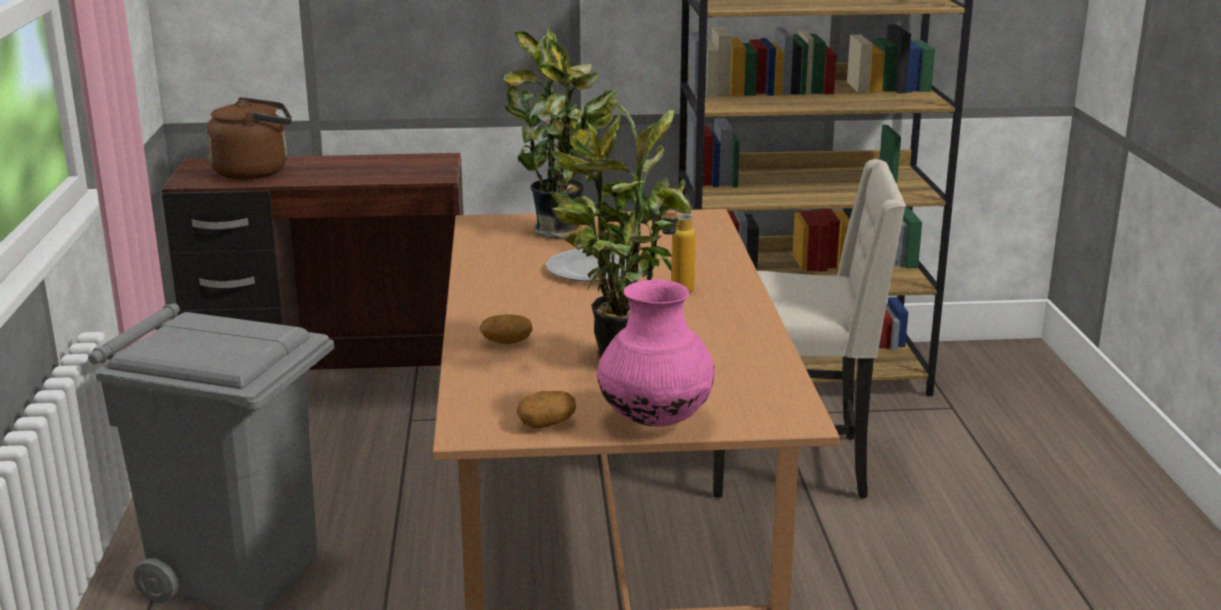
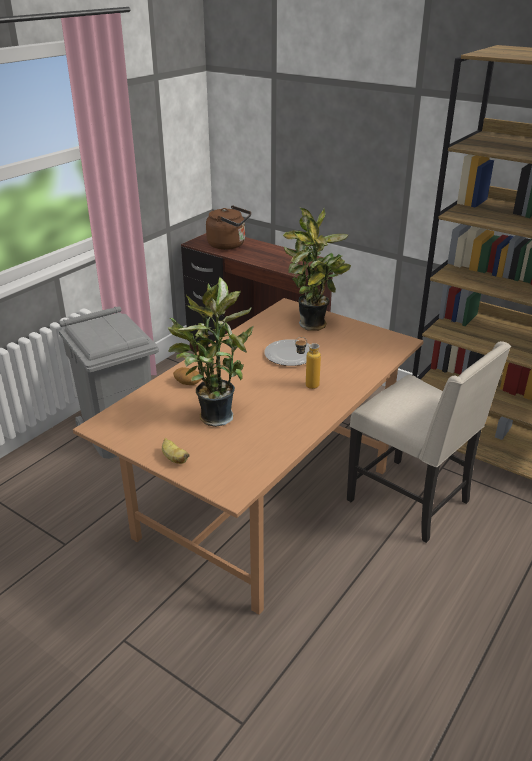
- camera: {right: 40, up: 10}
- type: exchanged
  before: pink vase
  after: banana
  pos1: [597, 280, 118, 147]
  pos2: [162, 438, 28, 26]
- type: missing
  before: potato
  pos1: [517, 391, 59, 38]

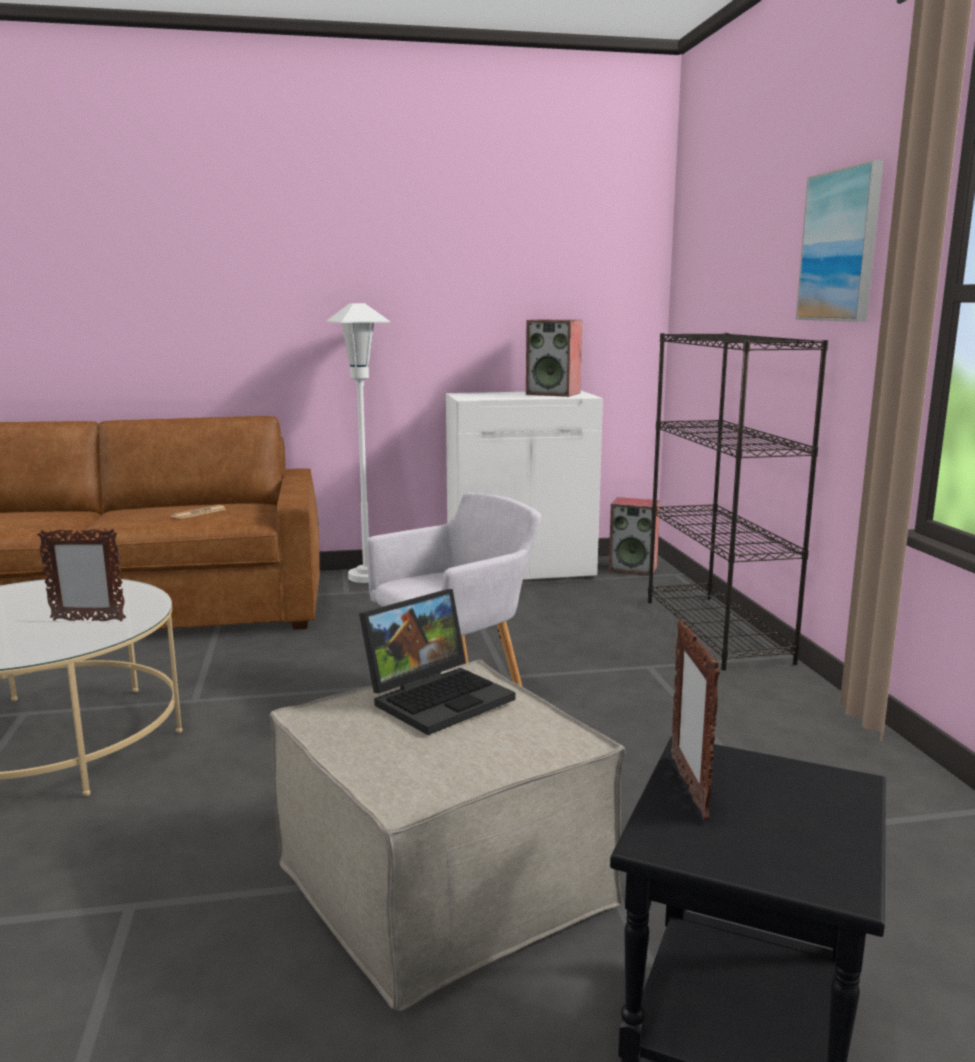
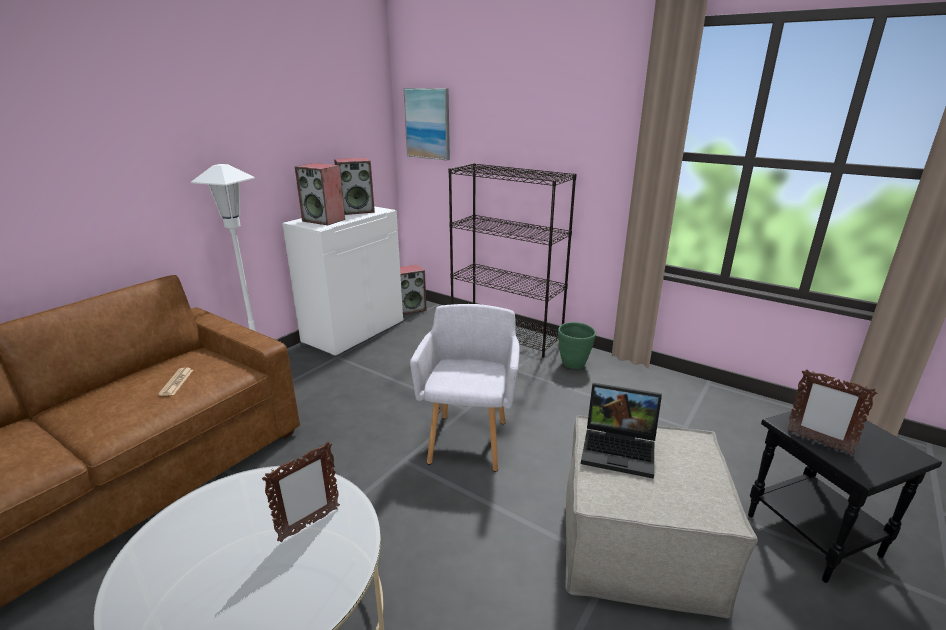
- camera: {right: -45, up: 10}
- type: relocated
  before: picture
  pos1: [796, 160, 87, 162]
  pos2: [403, 88, 47, 72]
- type: spun
  before: laptop
  pos1: [359, 589, 157, 146]
  pos2: [581, 383, 81, 96]
  turn: 105
- type: appeared
  after: speaker
  pos2: [295, 163, 50, 62]
- type: appeared
  after: green planter
  pos2: [558, 322, 38, 47]

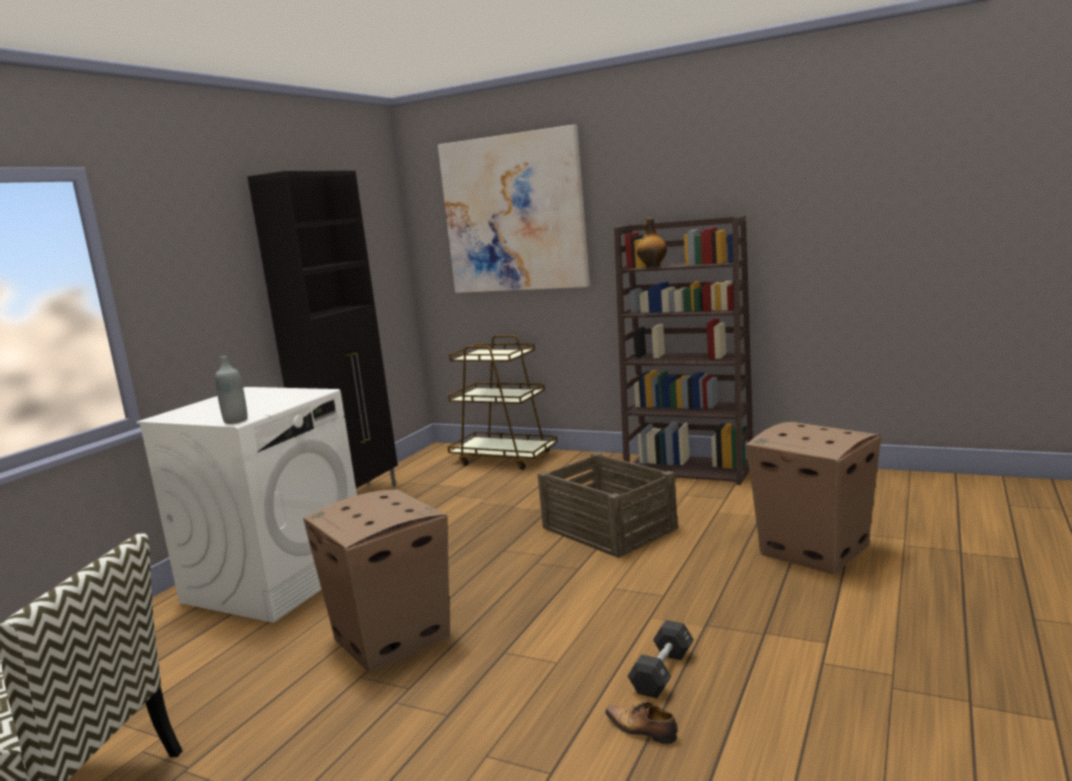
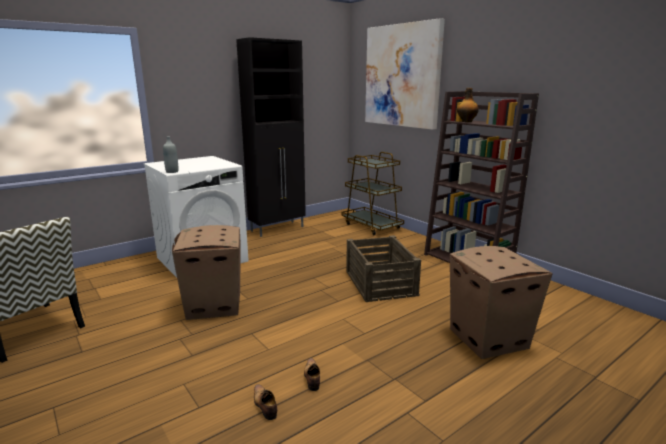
- camera: {right: 25, up: 5}
- type: exchanged
  before: black dumbbell
  after: shoe
  pos1: [628, 620, 66, 78]
  pos2: [304, 358, 16, 33]

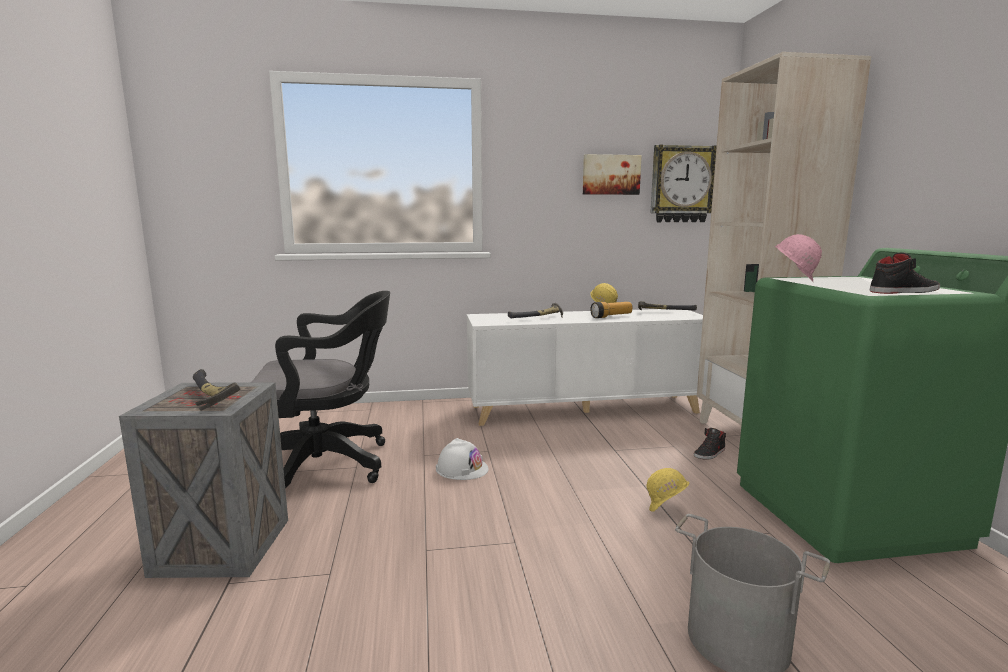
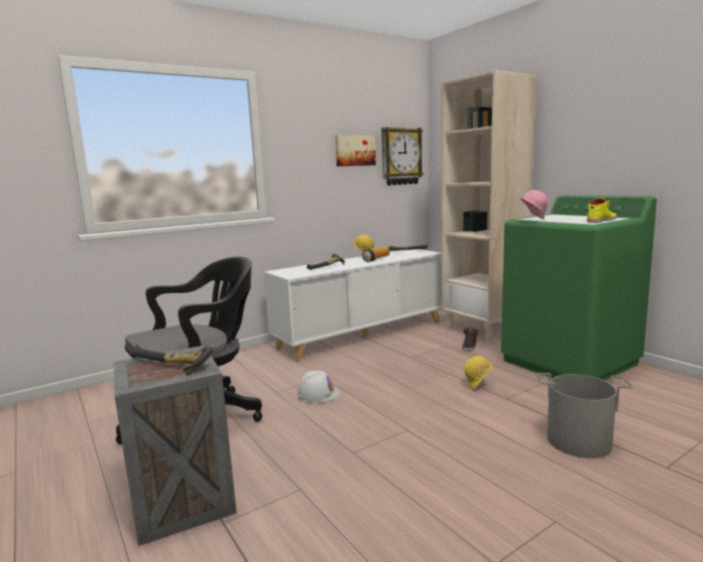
- camera: {right: -25, up: 0}
- type: colour
  before: black shoe
  after: yellow shoe
  pos1: [870, 252, 70, 42]
  pos2: [587, 198, 30, 25]

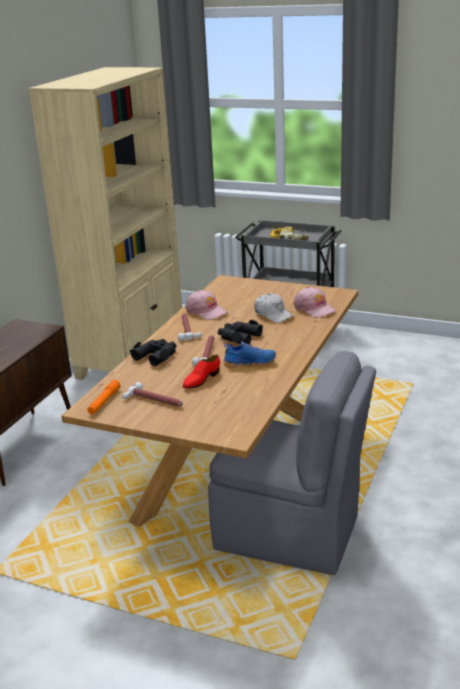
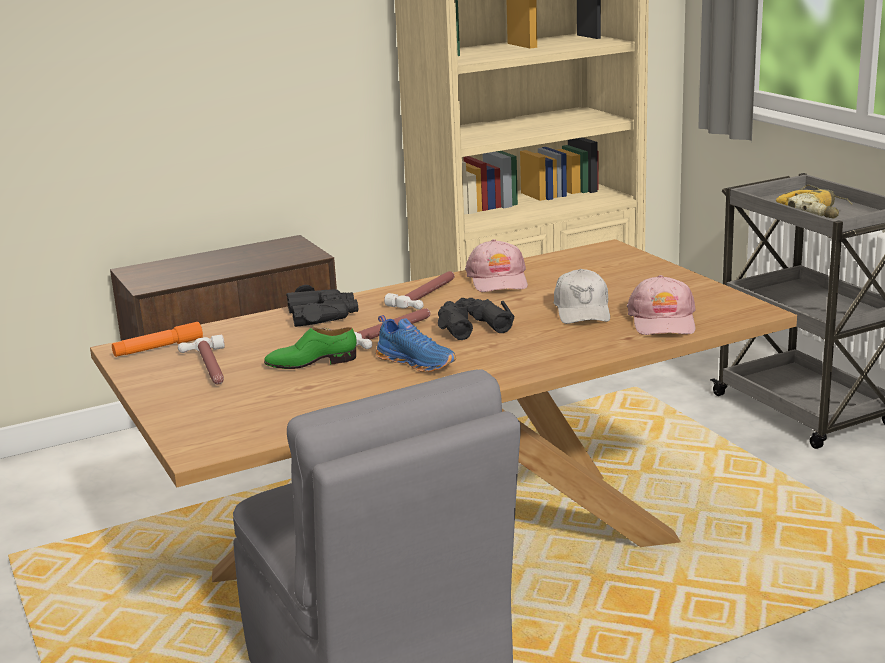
- camera: {right: 40, up: -5}
- type: colour
  before: red shoe
  after: green shoe
  pos1: [183, 355, 37, 34]
  pos2: [264, 327, 93, 42]

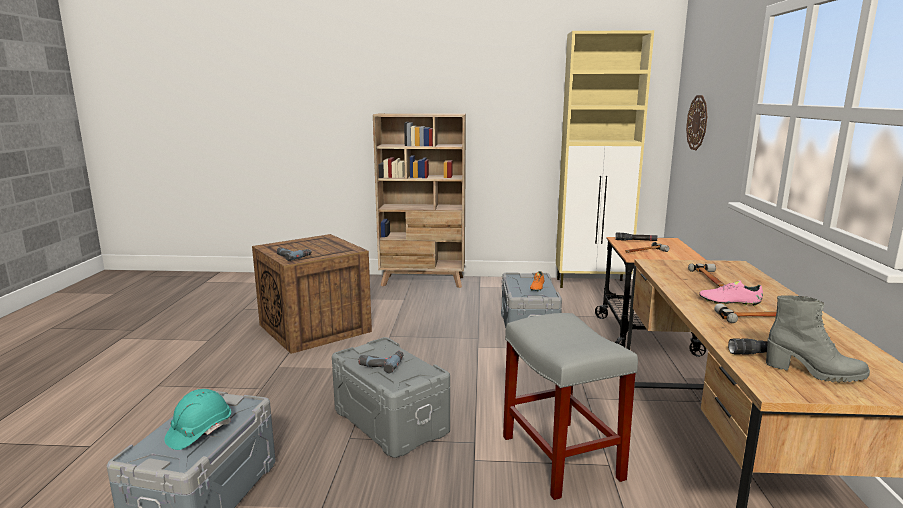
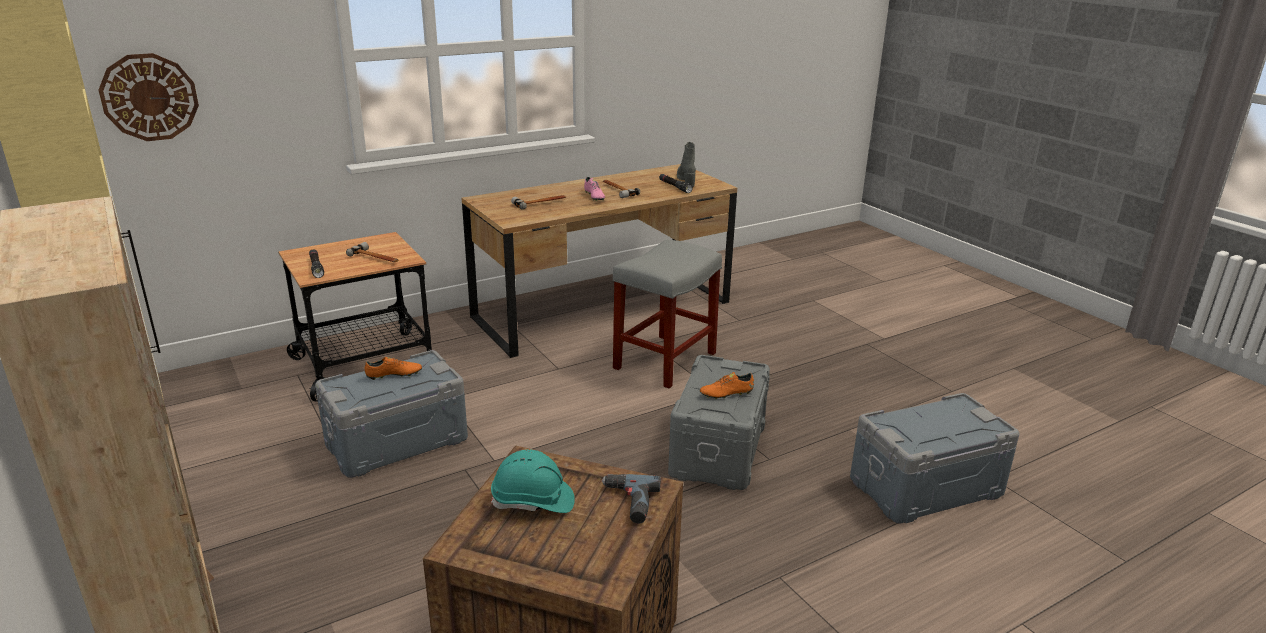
- camera: {right: -125, up: 10}
- type: exchanged
  before: power drill
  after: orange shoe
  pos1: [358, 351, 46, 22]
  pos2: [700, 372, 54, 27]
- type: relocated
  before: turquoise hard hat
  pos1: [164, 389, 67, 61]
  pos2: [491, 449, 84, 64]

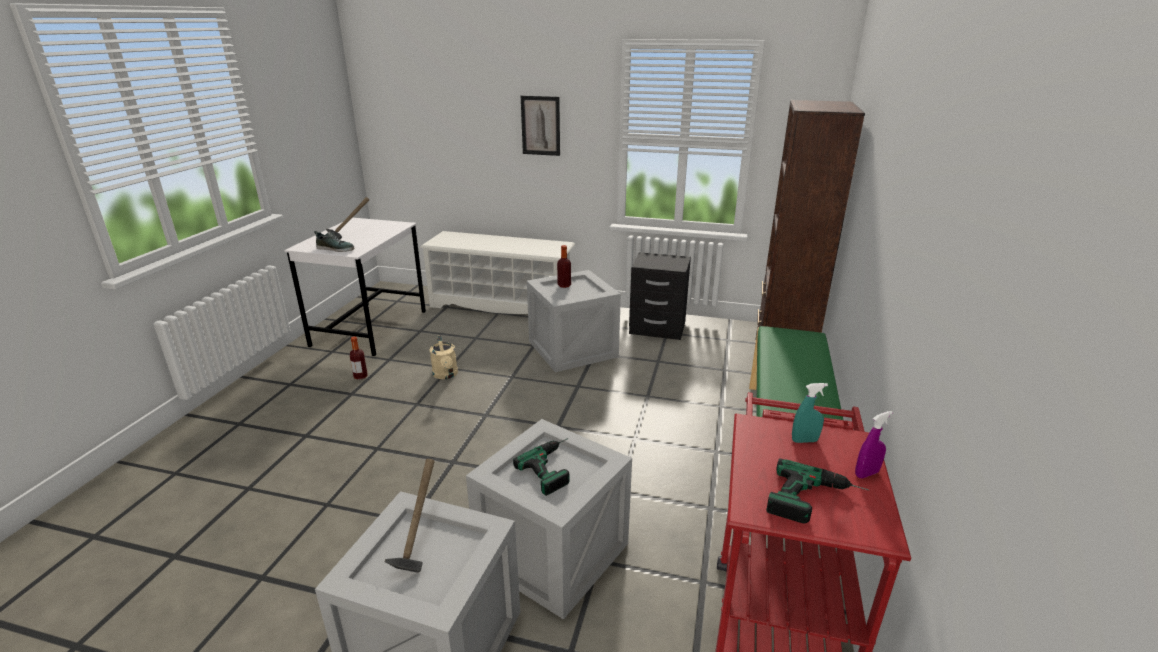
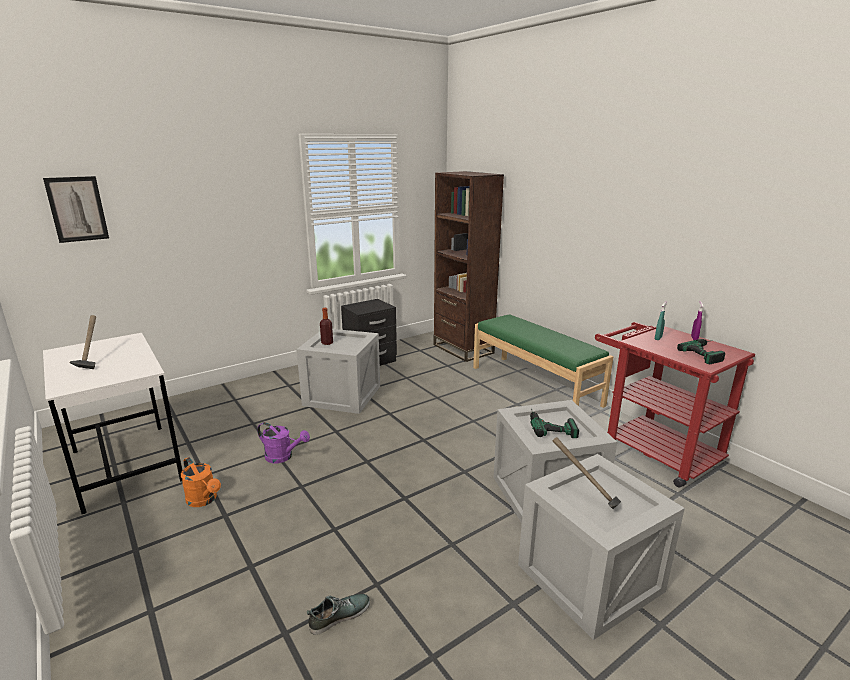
- camera: {right: -50, up: -5}
- type: relocated
  before: picture
  pos1: [521, 96, 39, 60]
  pos2: [43, 176, 66, 67]
- type: relocated
  before: shoe
  pos1: [314, 231, 40, 21]
  pos2: [307, 594, 63, 41]
- type: missing
  before: white shoe rack
  pos1: [420, 231, 155, 83]
- type: colour
  before: beige watering can
  after: purple watering can
  pos1: [429, 335, 29, 44]
  pos2: [257, 422, 53, 41]
- type: exchanged
  before: bottle
  after: orange watering can
  pos1: [350, 337, 18, 43]
  pos2: [181, 457, 40, 50]

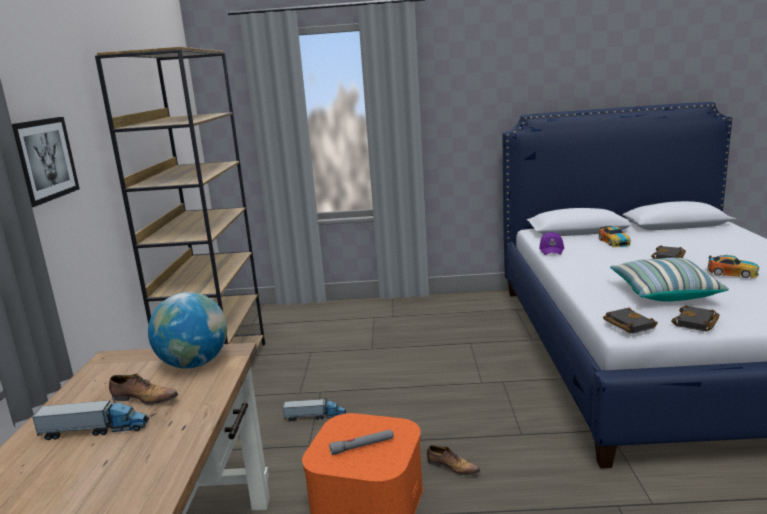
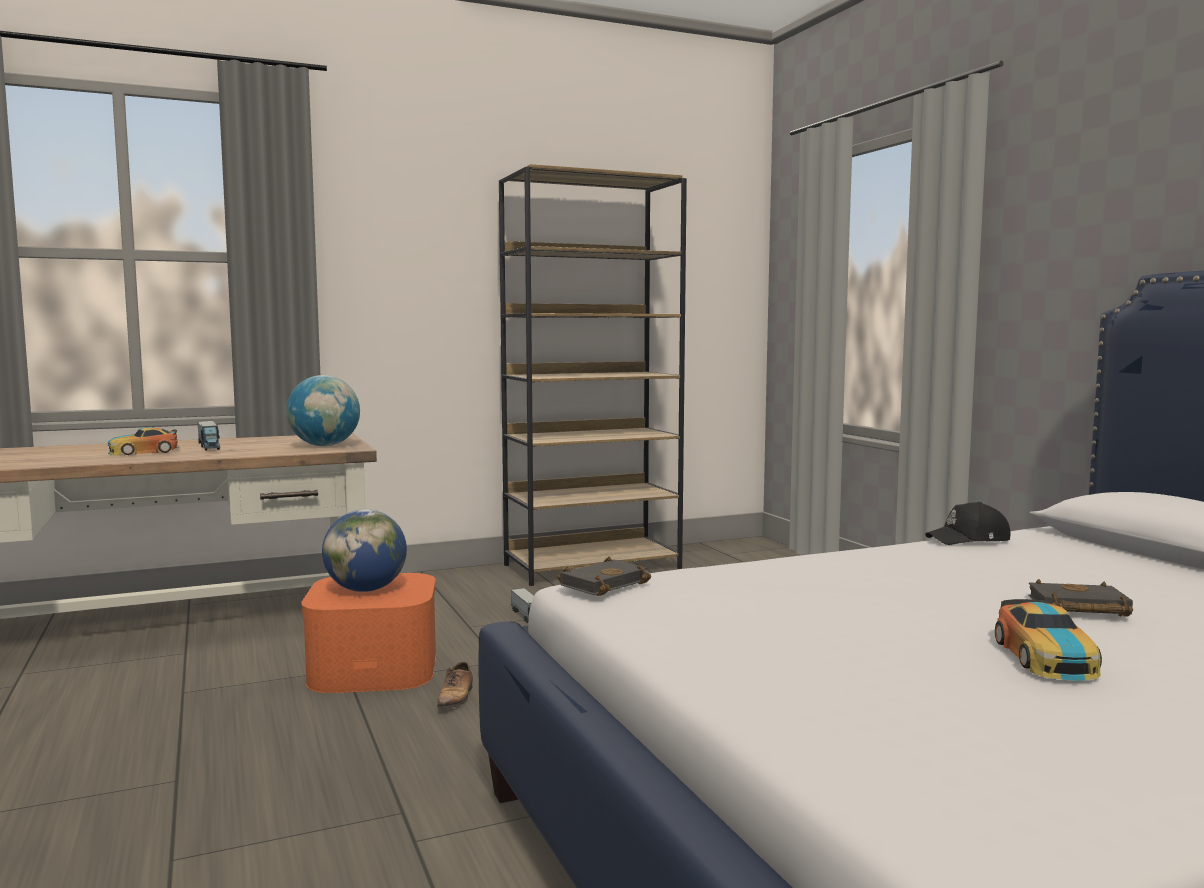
- camera: {right: 65, up: -10}
- type: missing
  before: picture
  pos1: [12, 117, 68, 90]
- type: relocated
  before: toy car
  pos1: [599, 226, 31, 21]
  pos2: [108, 427, 71, 28]
- type: colour
  before: purple cap
  after: black cap
  pos1: [539, 232, 25, 23]
  pos2: [926, 502, 85, 43]
- type: missing
  before: pillow
  pos1: [610, 258, 119, 44]
- type: missing
  before: black book
  pos1: [671, 305, 49, 26]
- type: missing
  before: shoe
  pos1: [109, 373, 69, 32]
- type: exchanged
  before: grey flashlight
  after: globe
  pos1: [329, 430, 65, 25]
  pos2: [322, 509, 85, 83]

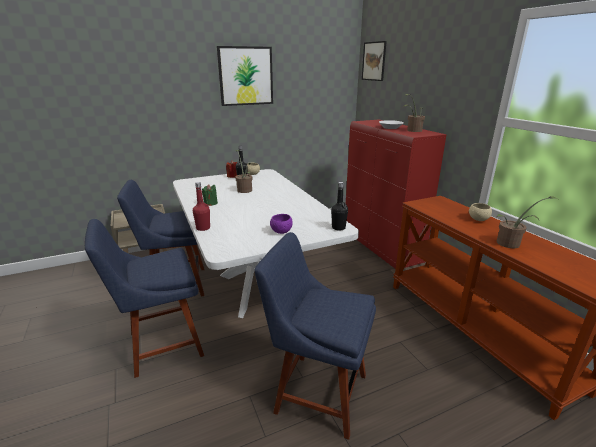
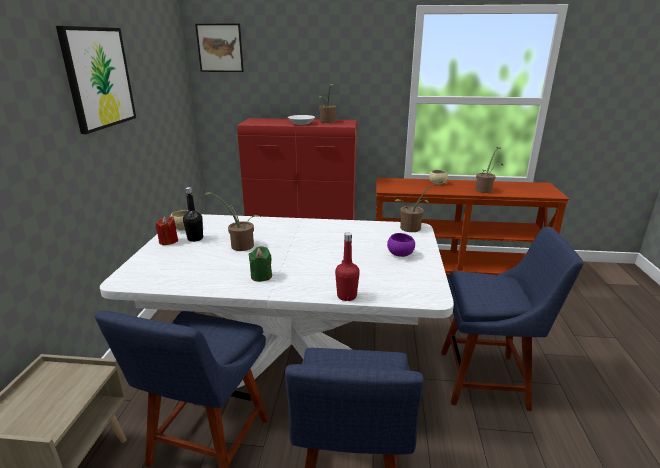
- camera: {right: -60, up: 0}
- type: exchanged
  before: black bottle
  after: potted plant
  pos1: [331, 182, 17, 49]
  pos2: [394, 181, 55, 51]
- type: spun
  before: blue chair
  pos1: [254, 232, 122, 208]
  pos2: [441, 226, 142, 185]
  turn: -135

